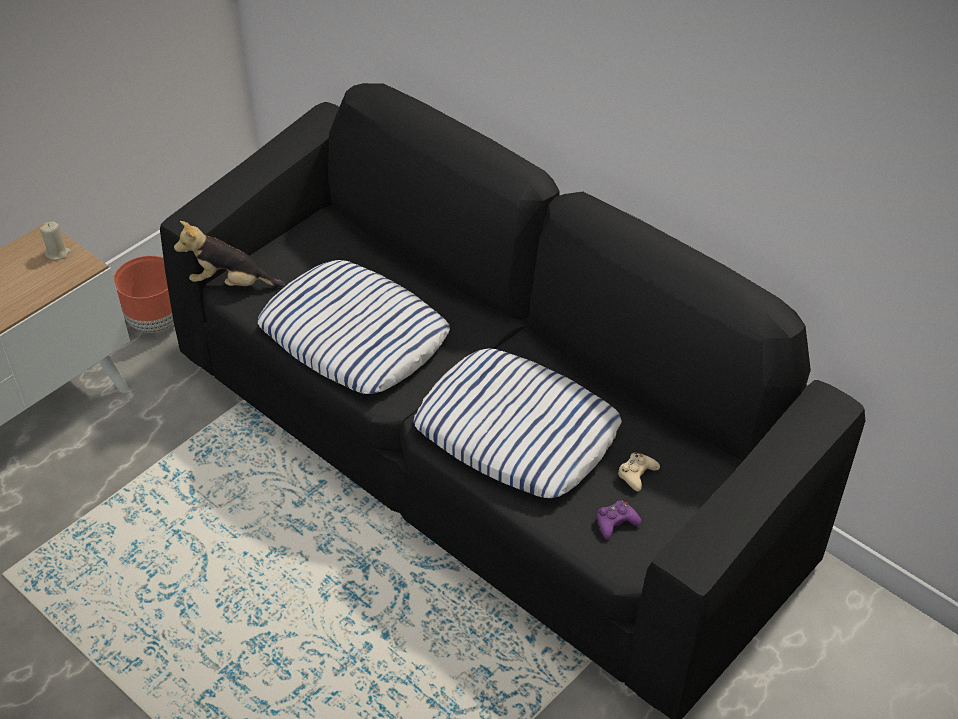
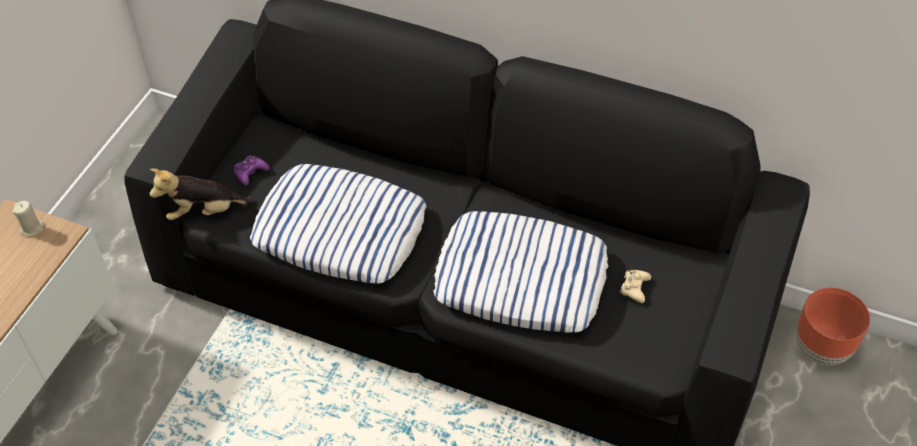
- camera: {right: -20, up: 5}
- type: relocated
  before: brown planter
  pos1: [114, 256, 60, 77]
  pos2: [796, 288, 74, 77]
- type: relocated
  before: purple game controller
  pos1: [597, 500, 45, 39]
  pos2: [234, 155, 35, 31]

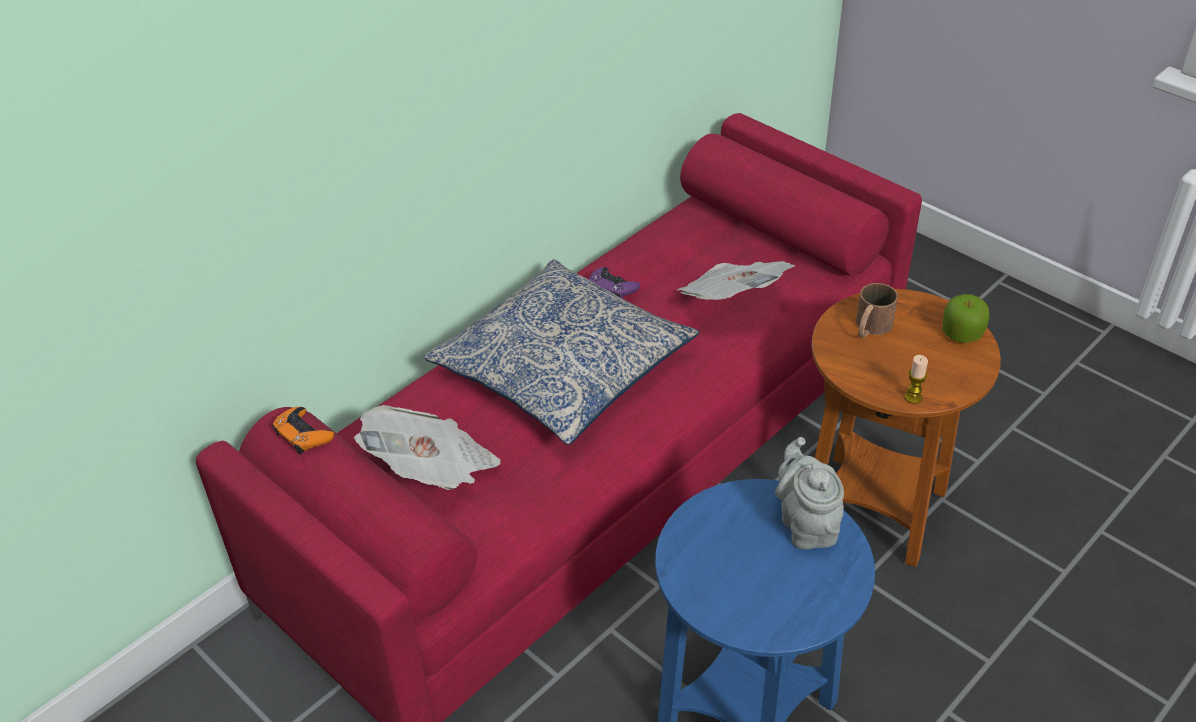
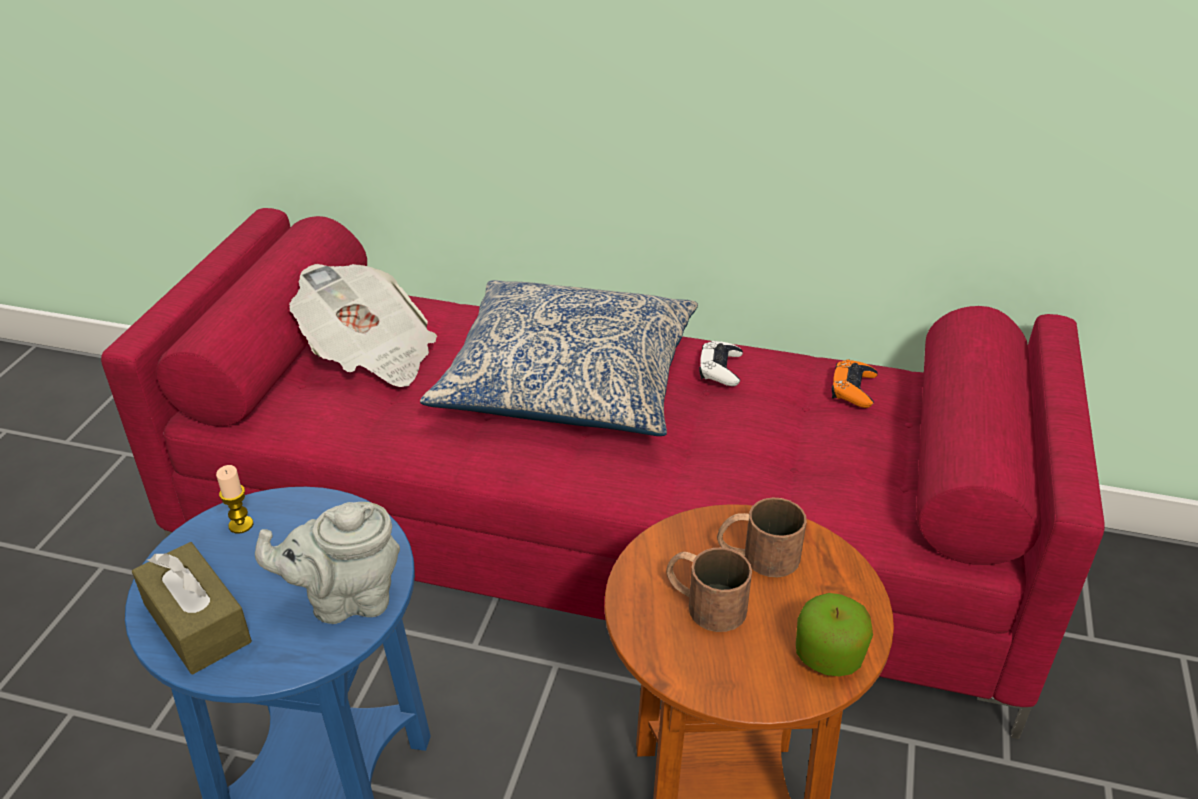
- camera: {right: 60, up: -5}
- type: missing
  before: newspaper
  pos1: [677, 261, 118, 39]
- type: colour
  before: purple game controller
  after: white game controller
  pos1: [589, 267, 51, 31]
  pos2: [699, 340, 44, 46]
- type: relocated
  before: candle
  pos1: [904, 355, 24, 49]
  pos2: [216, 465, 37, 69]
- type: relocated
  before: orange game controller
  pos1: [272, 407, 62, 47]
  pos2: [832, 359, 46, 49]
- type: spun
  before: grey teapot
  pos1: [775, 437, 69, 113]
  pos2: [255, 502, 145, 122]
  turn: -150
- type: appeared
  after: brown tissue box
  pos2: [132, 542, 120, 132]
- type: appeared
  after: brown mug
  pos2: [666, 548, 86, 84]

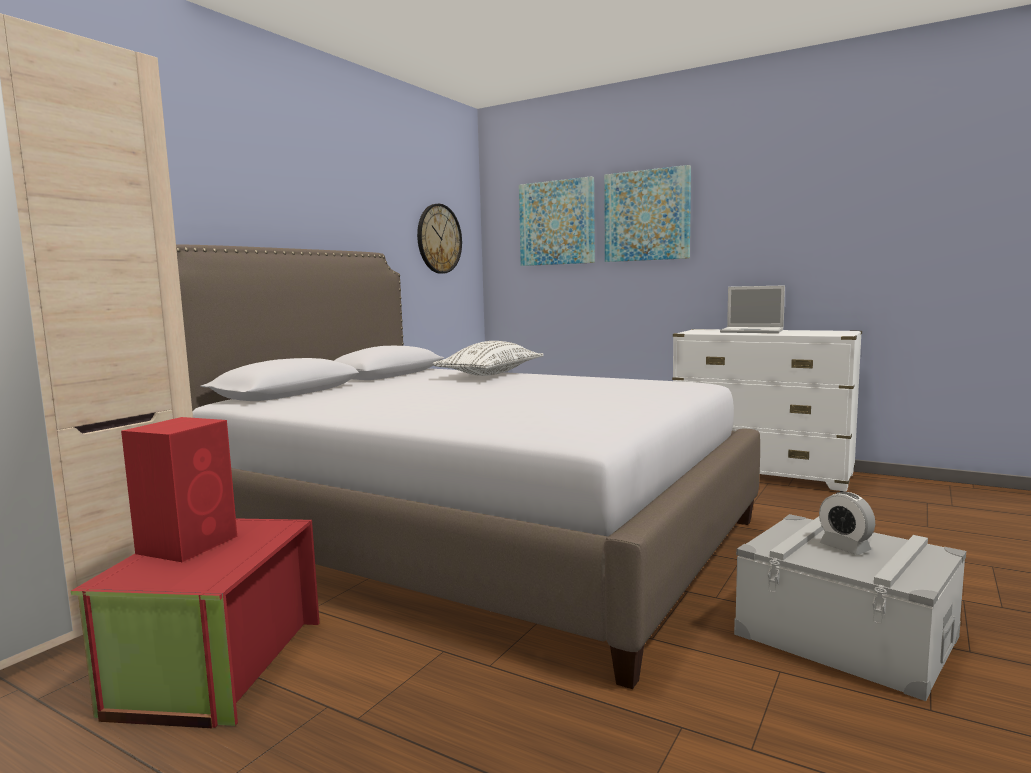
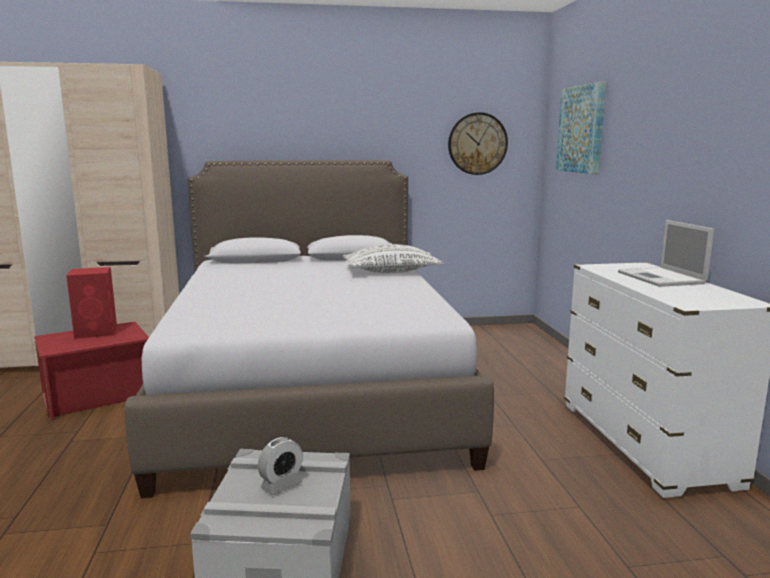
- camera: {right: 50, up: 5}
- type: missing
  before: picture
  pos1: [604, 165, 87, 97]
- type: spun
  before: alarm clock
  pos1: [819, 492, 56, 63]
  pos2: [258, 437, 45, 58]
  turn: -150

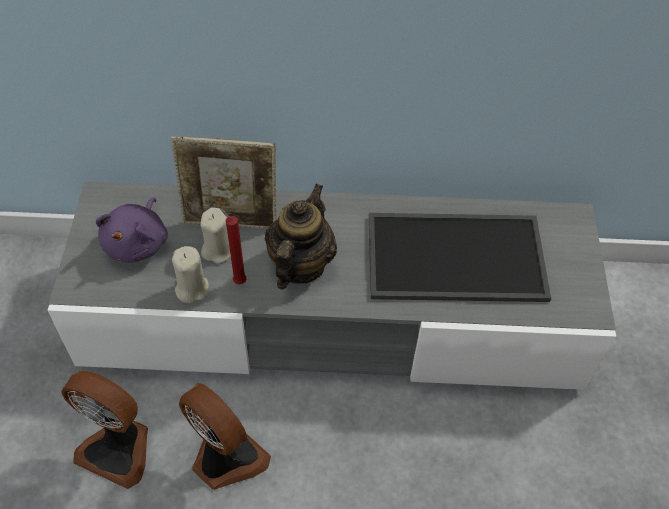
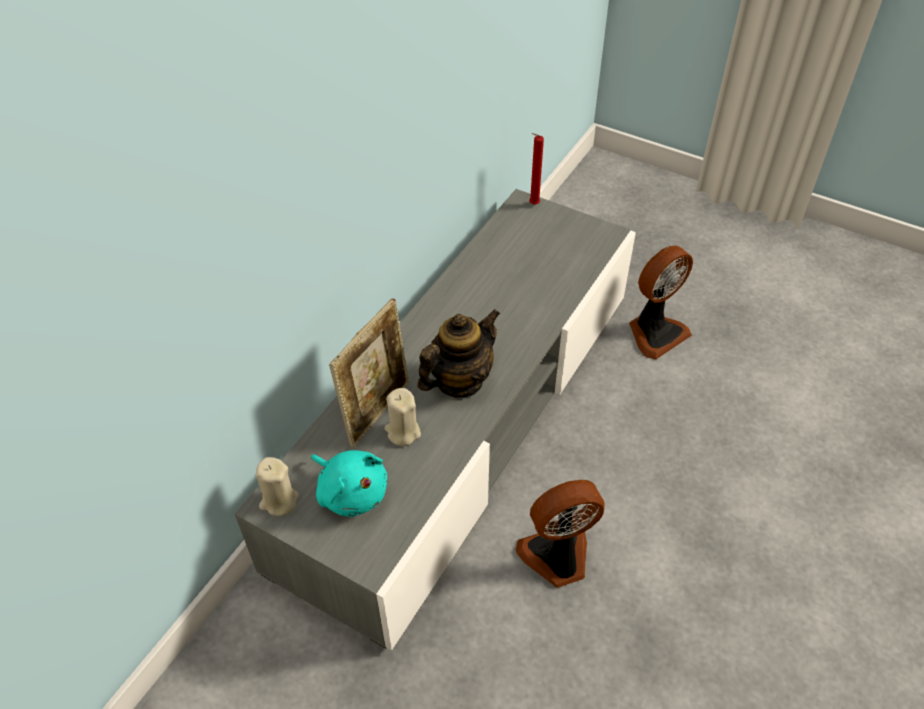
- camera: {right: -60, up: -5}
- type: spun
  before: teapot
  pos1: [265, 184, 72, 106]
  pos2: [417, 309, 83, 88]
  turn: 90
- type: colour
  before: purple plush toy
  after: turquoise plush toy
  pos1: [96, 197, 72, 66]
  pos2: [311, 450, 76, 67]
- type: relocated
  before: red candle
  pos1: [220, 208, 27, 76]
  pos2: [529, 133, 15, 72]
- type: missing
  before: tray
  pos1: [369, 213, 182, 89]
- type: relocated
  before: beige candle
  pos1: [172, 246, 37, 57]
  pos2: [256, 457, 43, 59]
- type: relocated
  before: fan
  pos1: [61, 371, 87, 118]
  pos2: [629, 246, 64, 114]

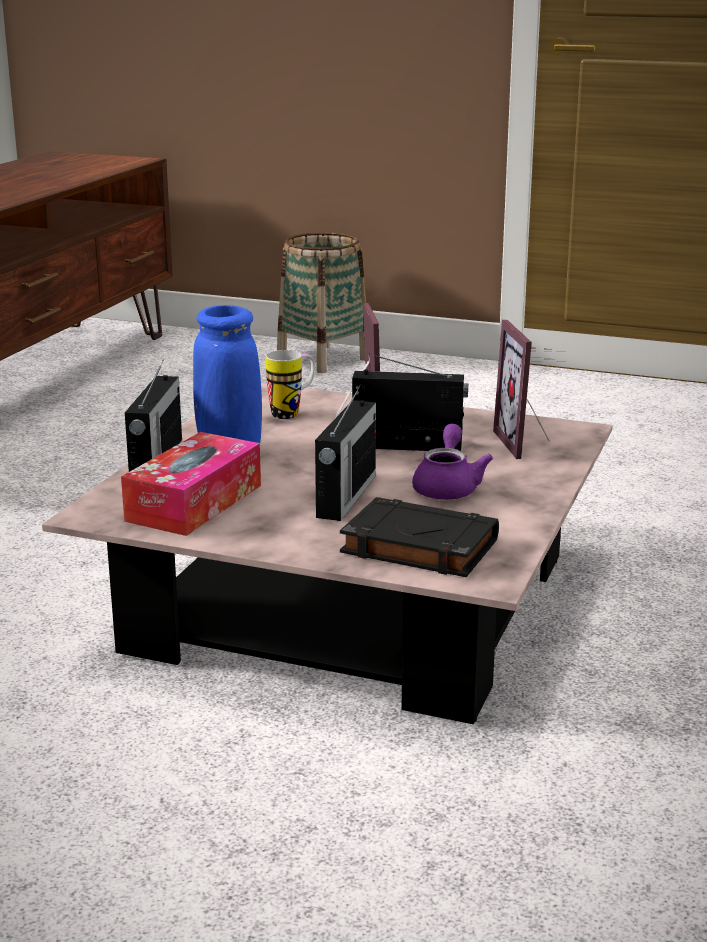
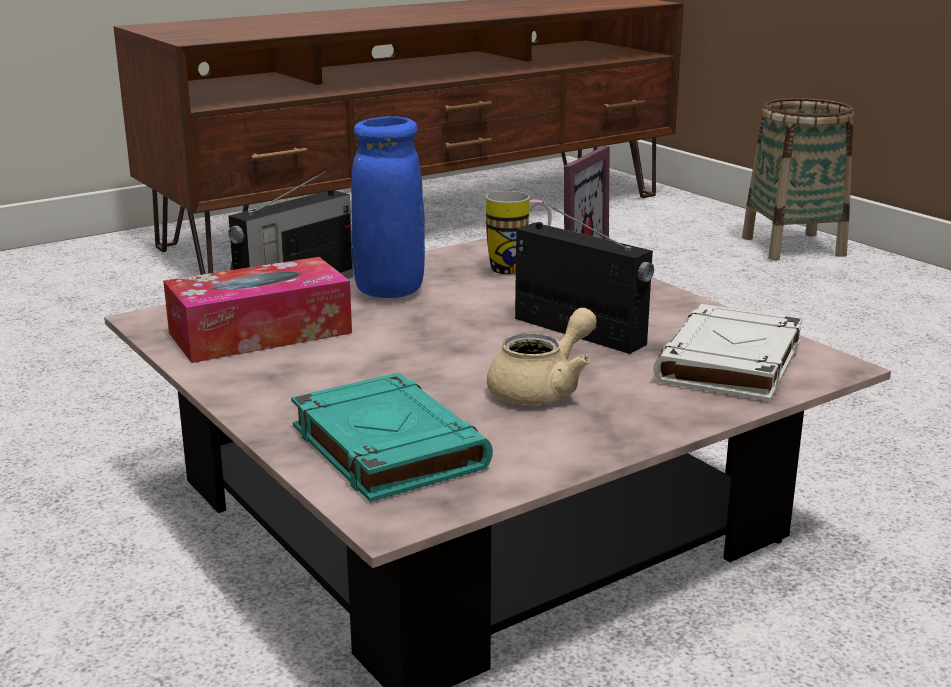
- camera: {right: 35, up: 0}
- type: exchanged
  before: picture frame
  after: white book
  pos1: [493, 320, 56, 139]
  pos2: [653, 304, 149, 98]
- type: missing
  before: radio
  pos1: [315, 384, 61, 137]
- type: colour
  before: purple teapot
  after: beige teapot
  pos1: [412, 424, 81, 76]
  pos2: [487, 308, 110, 97]
- type: colour
  before: black book
  after: turquoise book
  pos1: [340, 497, 159, 80]
  pos2: [291, 373, 202, 129]

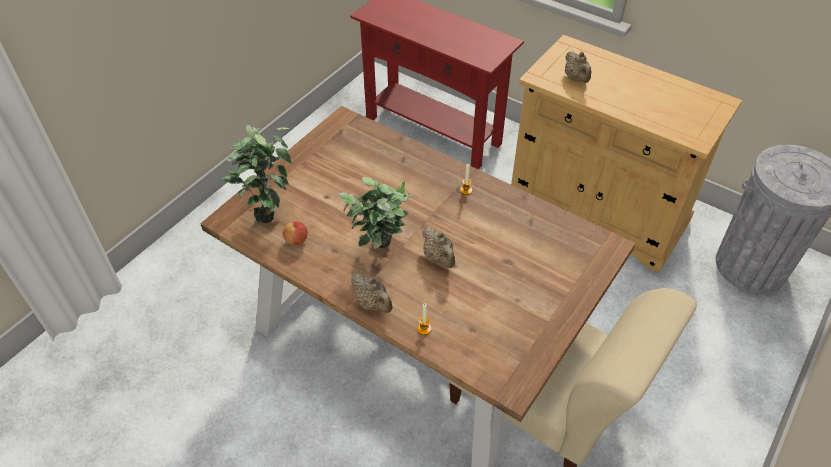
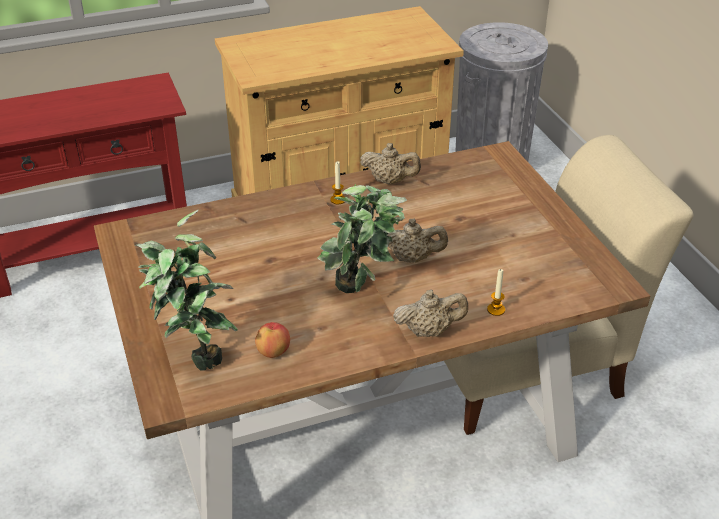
- camera: {right: -55, up: -10}
- type: relocated
  before: beige teapot
  pos1: [565, 51, 26, 32]
  pos2: [360, 143, 61, 41]

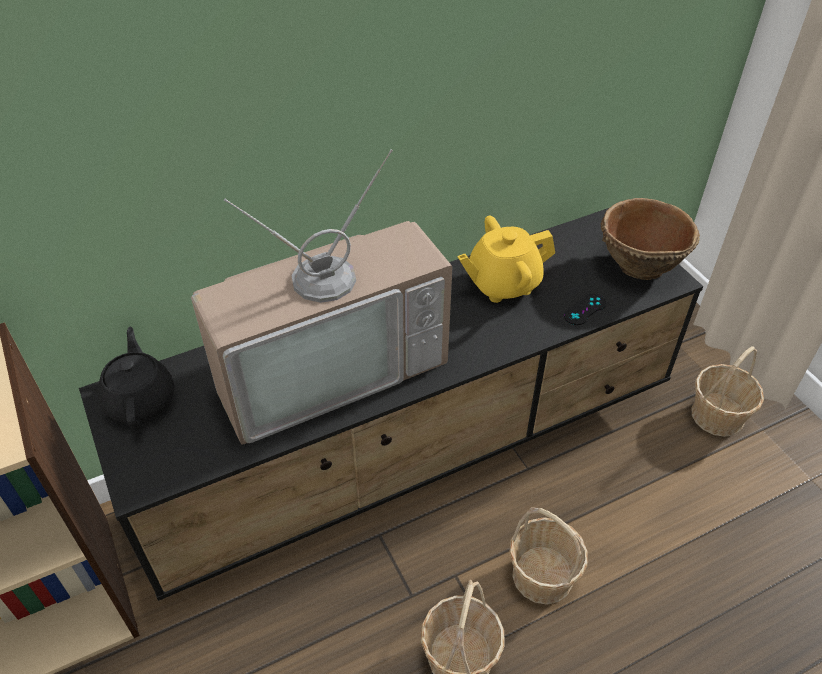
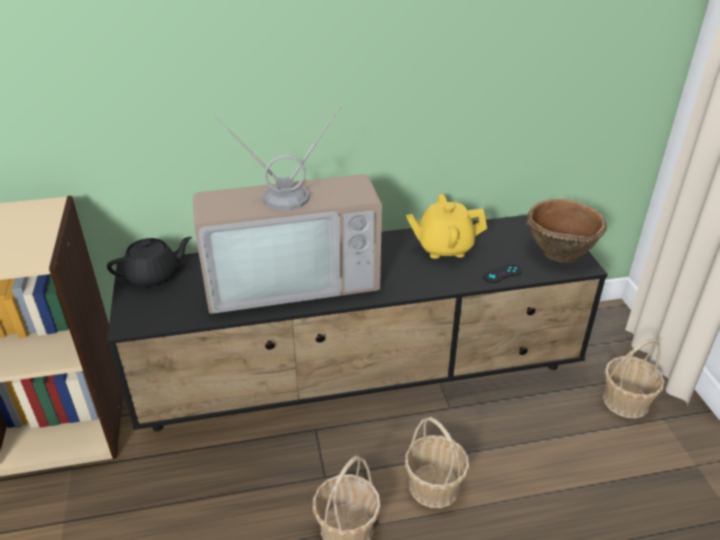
- camera: {right: 15, up: -10}
- type: spun
  before: black teapot
  pos1: [97, 327, 77, 101]
  pos2: [107, 237, 85, 50]
  turn: 60

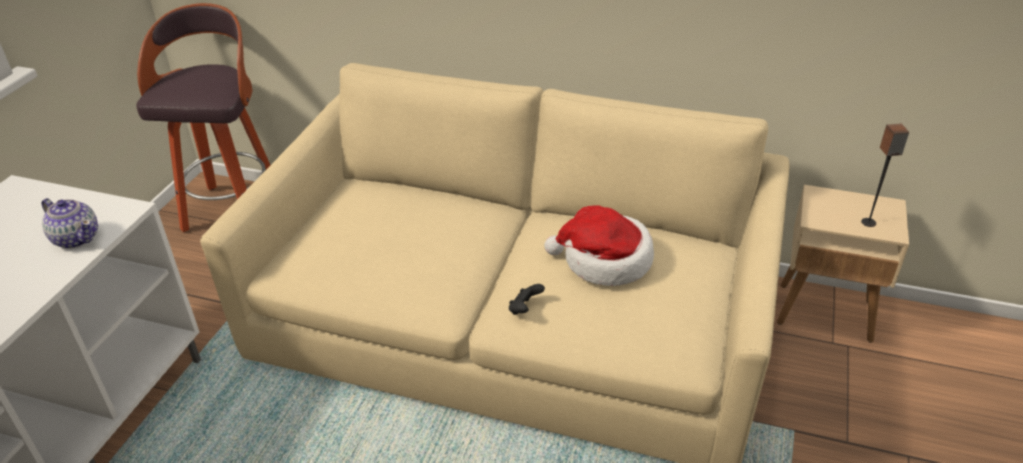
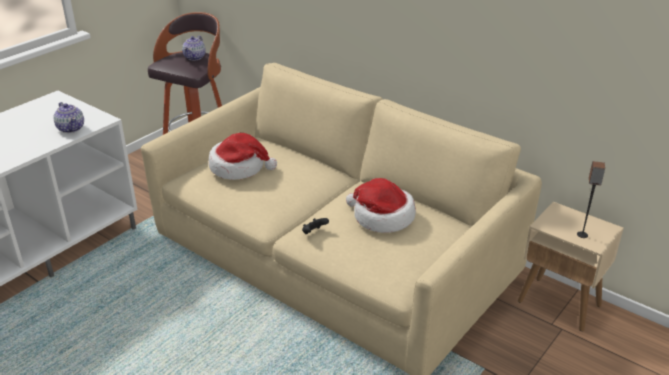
- camera: {right: 20, up: -5}
- type: appeared
  after: teapot
  pos2: [182, 36, 24, 25]
- type: appeared
  after: hat
  pos2: [209, 133, 68, 47]

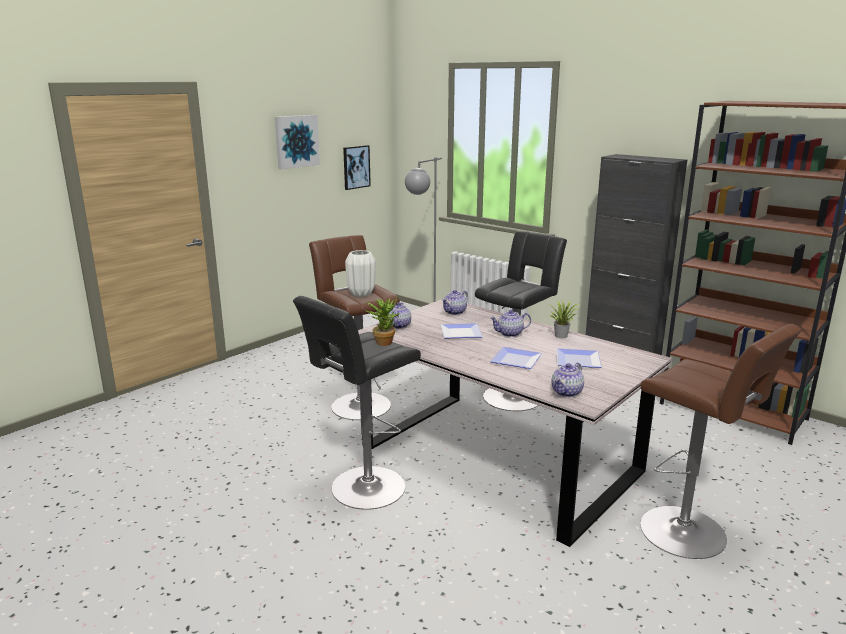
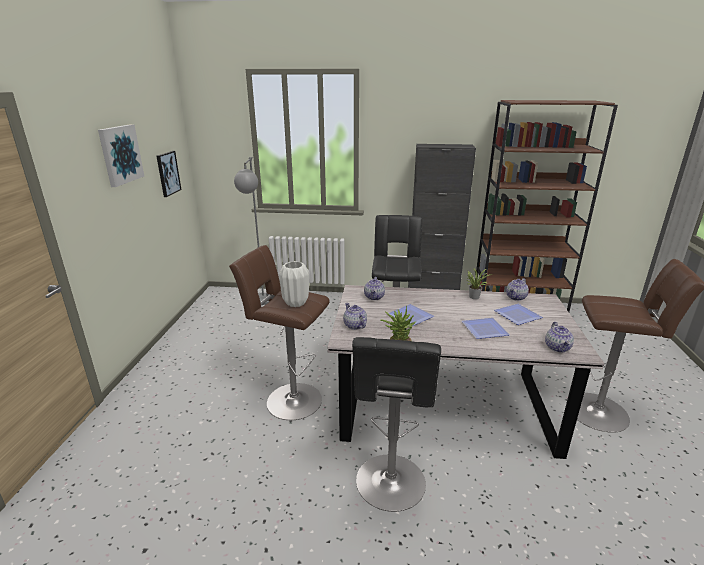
- camera: {right: -35, up: 5}
- type: relocated
  before: teapot
  pos1: [490, 310, 41, 27]
  pos2: [506, 278, 23, 23]

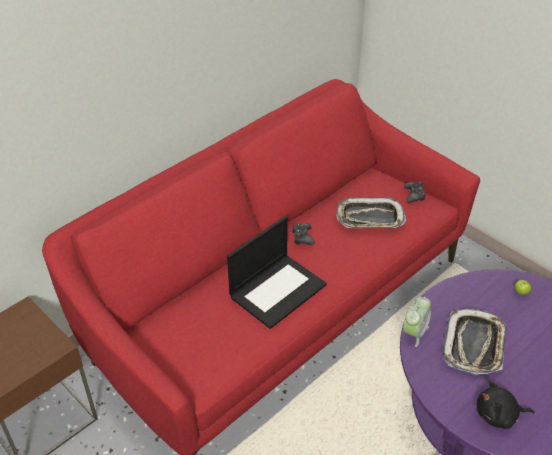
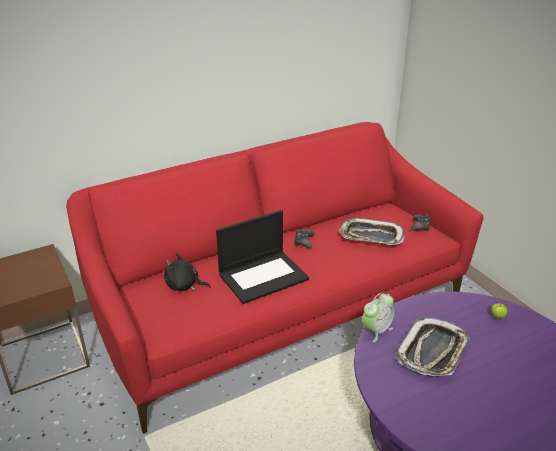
- camera: {right: 15, up: -10}
- type: relocated
  before: black plush toy
  pos1: [476, 381, 59, 48]
  pos2: [164, 253, 47, 38]

